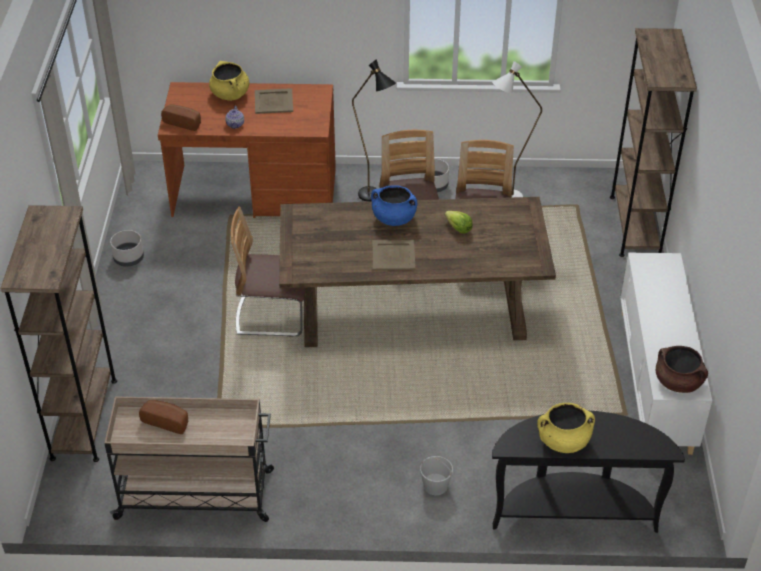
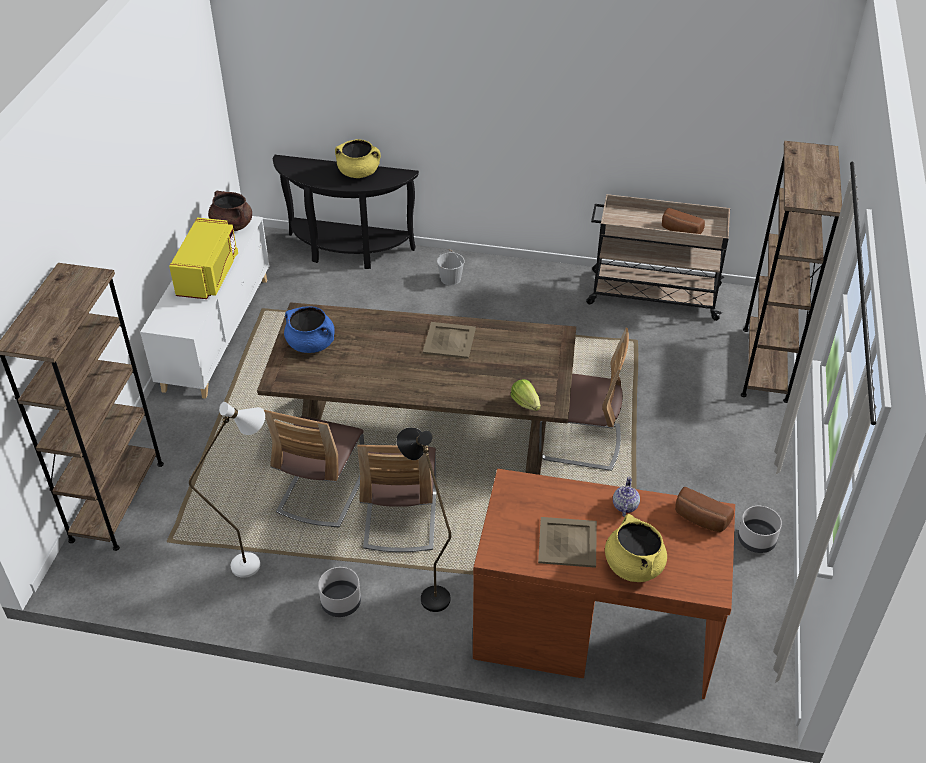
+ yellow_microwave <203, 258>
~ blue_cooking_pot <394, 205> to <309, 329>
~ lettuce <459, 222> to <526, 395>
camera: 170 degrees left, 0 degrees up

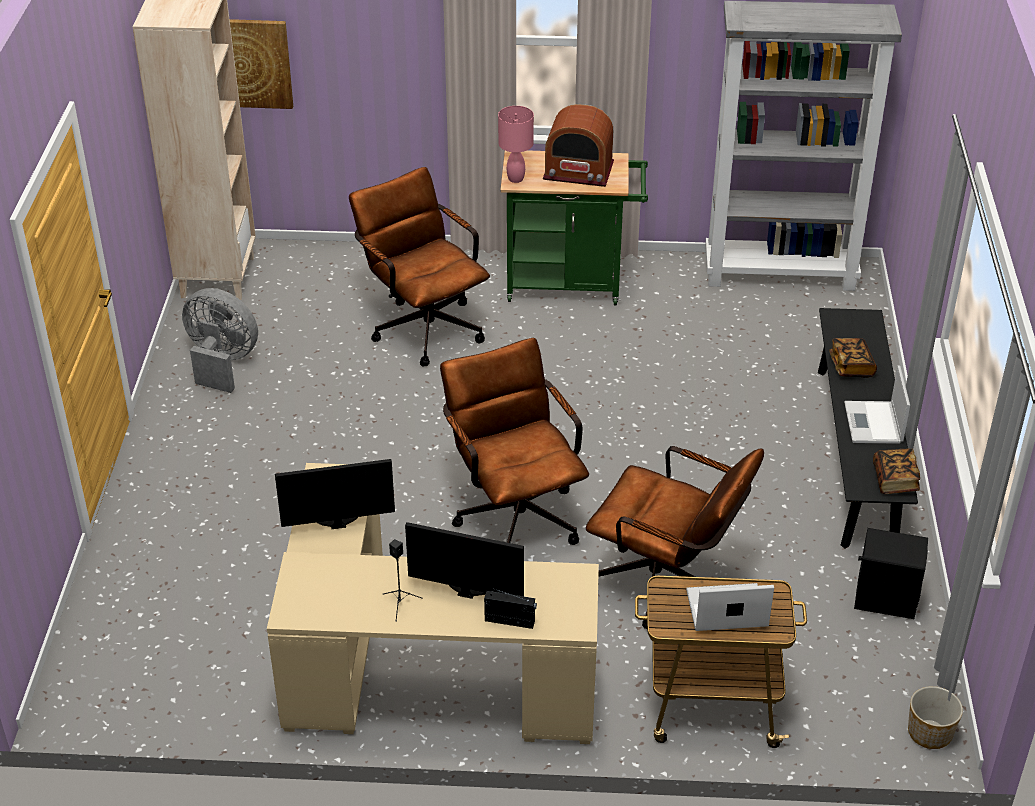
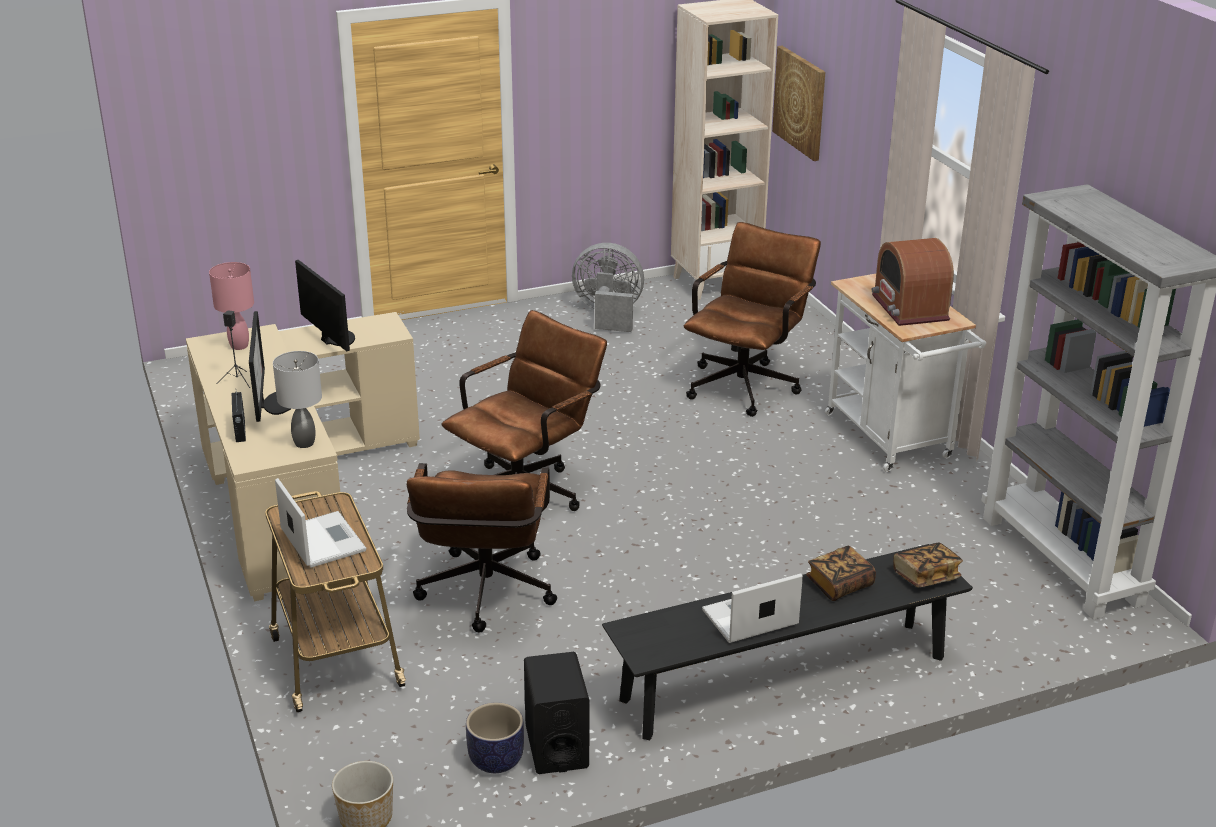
~ pink_table_lamp <516, 144> to <231, 306>
+ grey_table_lamp <297, 399>
+ planter <495, 738>
~ grey_fan <220, 340> = <608, 287> 75 degrees counterclockwise
~ green_cart <574, 227> to white_cart <905, 373>
~ book <896, 471> to <928, 564>
camera: 65 degrees right, 10 degrees down

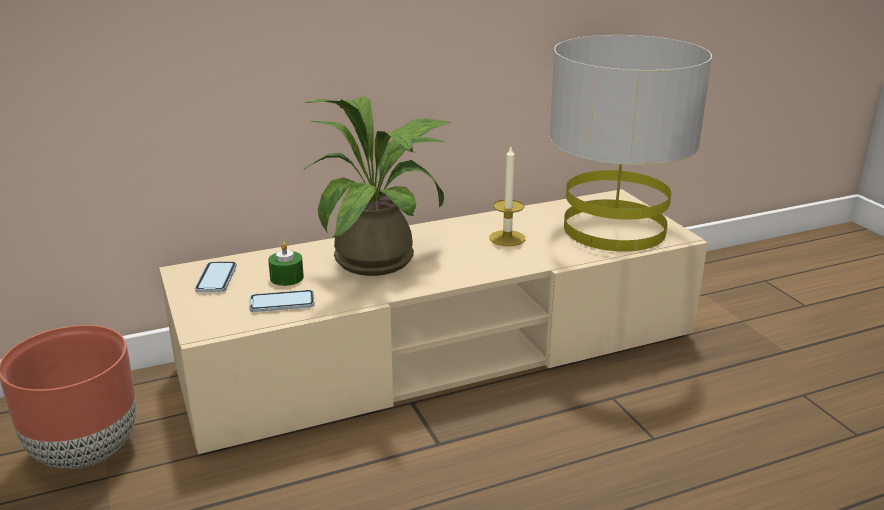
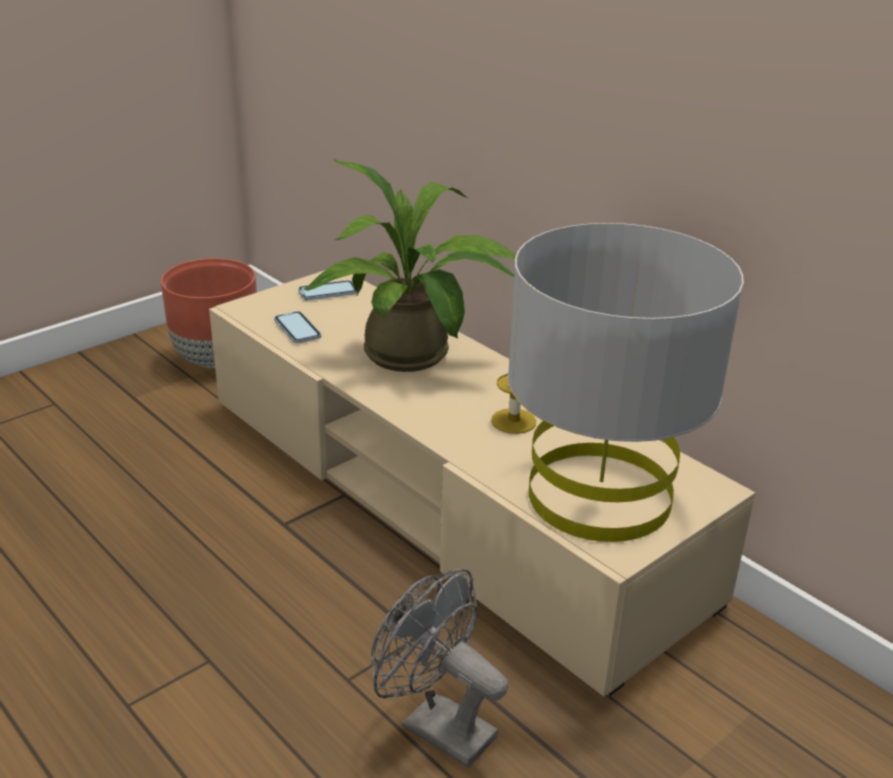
+ grey_fan <440, 668>
- green_candle <286, 264>
camera: 70 degrees right, 5 degrees up

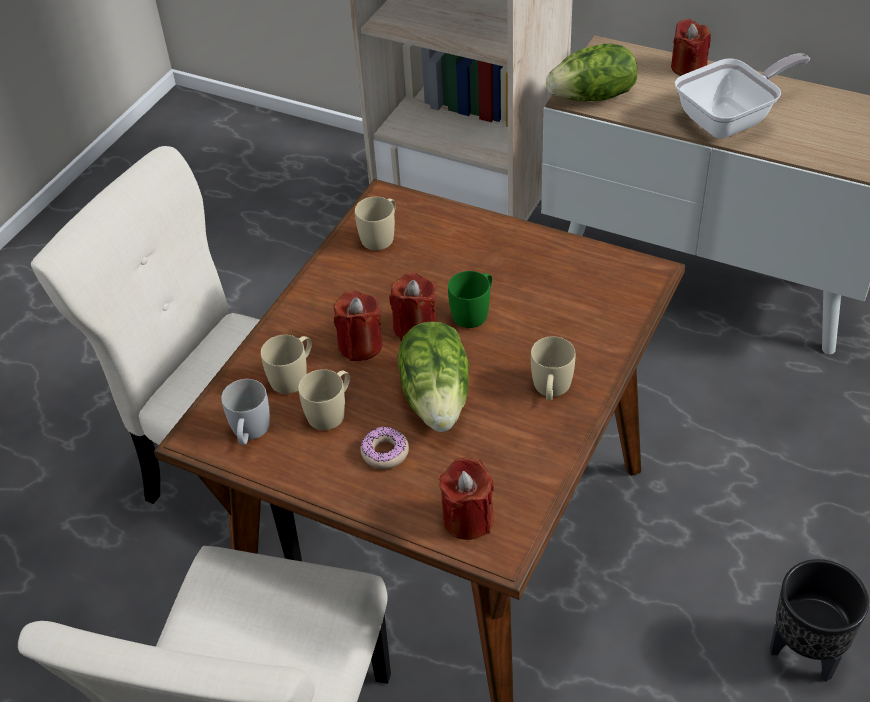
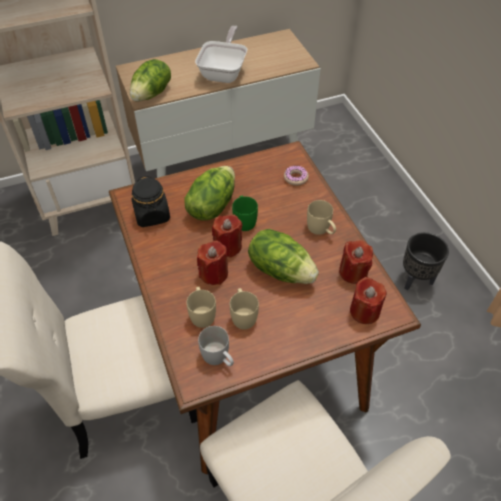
~ beige_mug <375, 223> to black_jar <150, 201>
+ lettuce <209, 193>
~ donut <384, 448> to <296, 176>
~ red_candle <691, 47> to <356, 262>
camera: 50 degrees left, 5 degrees up

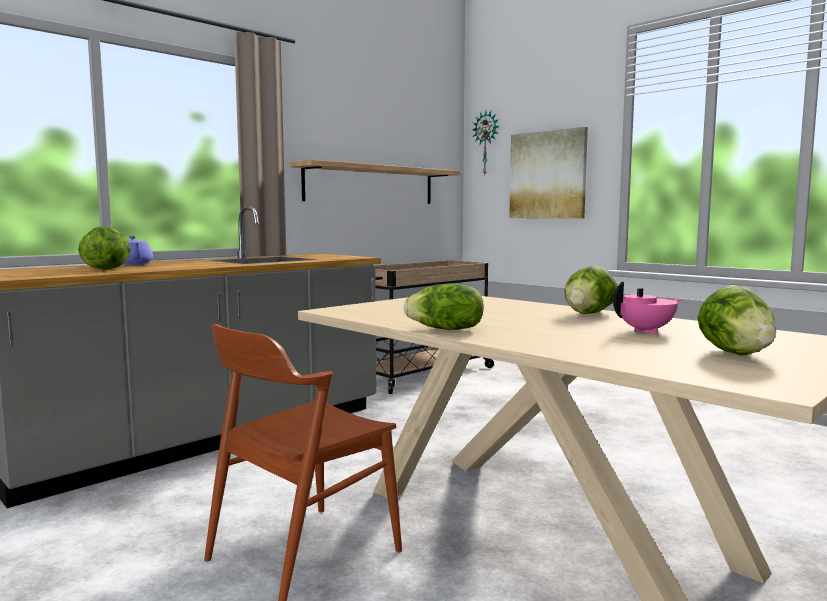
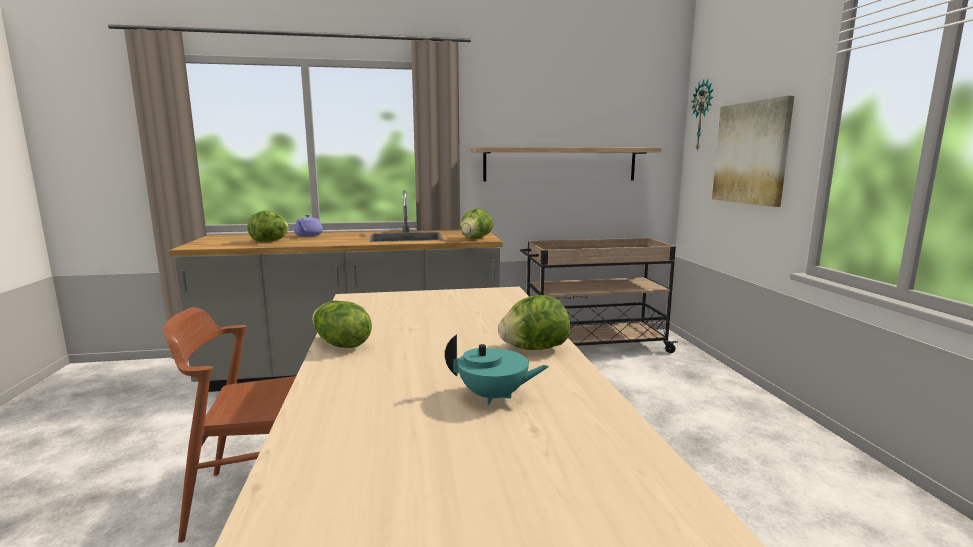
~ pink_teapot <647, 308> to turquoise_teapot <497, 369>
~ lettuce <737, 320> to <476, 223>
camera: 35 degrees right, 5 degrees up

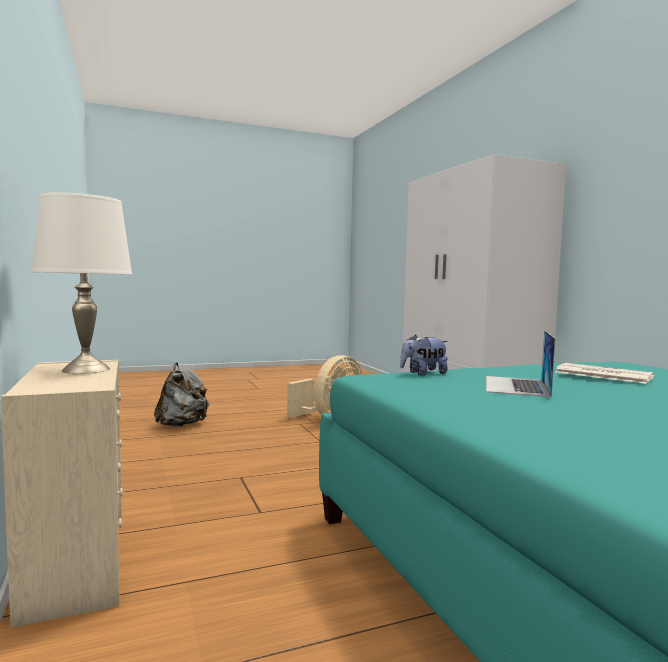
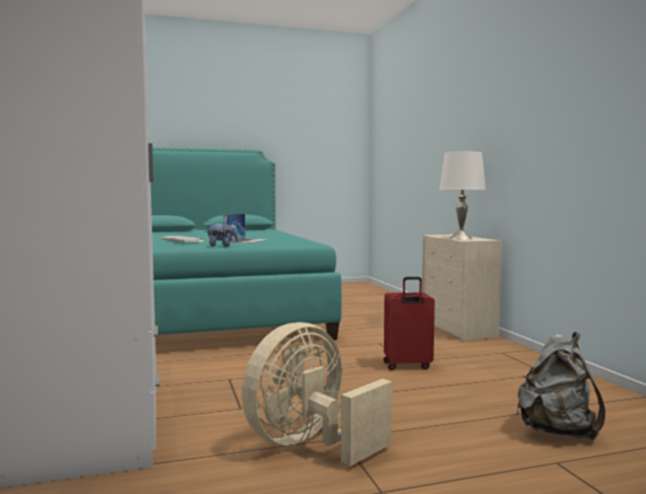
~ plush_toy <424, 355> to <222, 235>
+ red_suitcase <409, 323>
camera: 175 degrees left, 0 degrees up

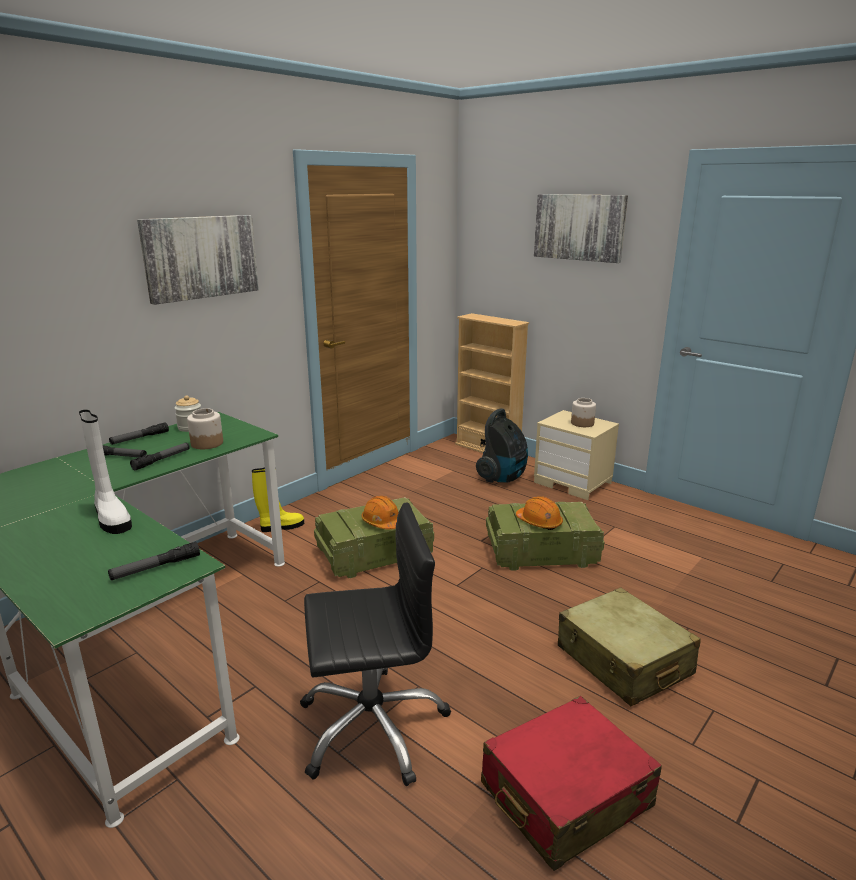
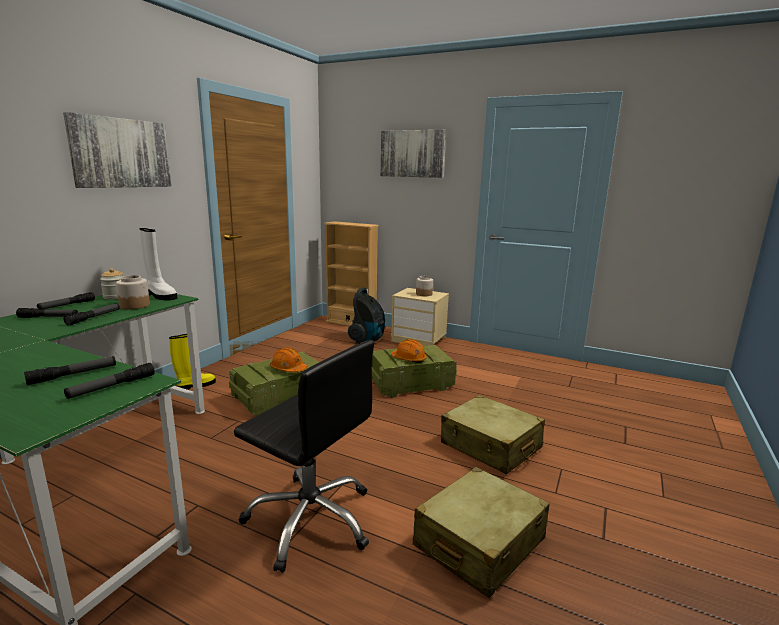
+ flashlight <70, 370>
~ white_boot <105, 472> to <158, 264>
~ black_office_chair <375, 644> = <304, 456> 60 degrees clockwise
~ red_suitcase <571, 783> to beige_suitcase <481, 532>
camera: 15 degrees left, 5 degrees down

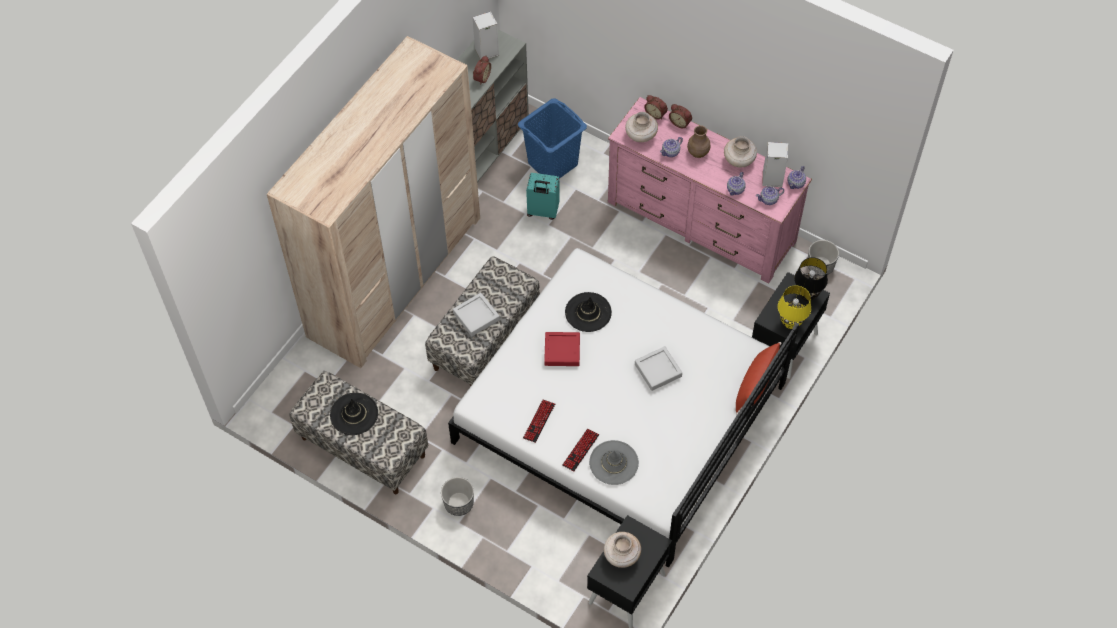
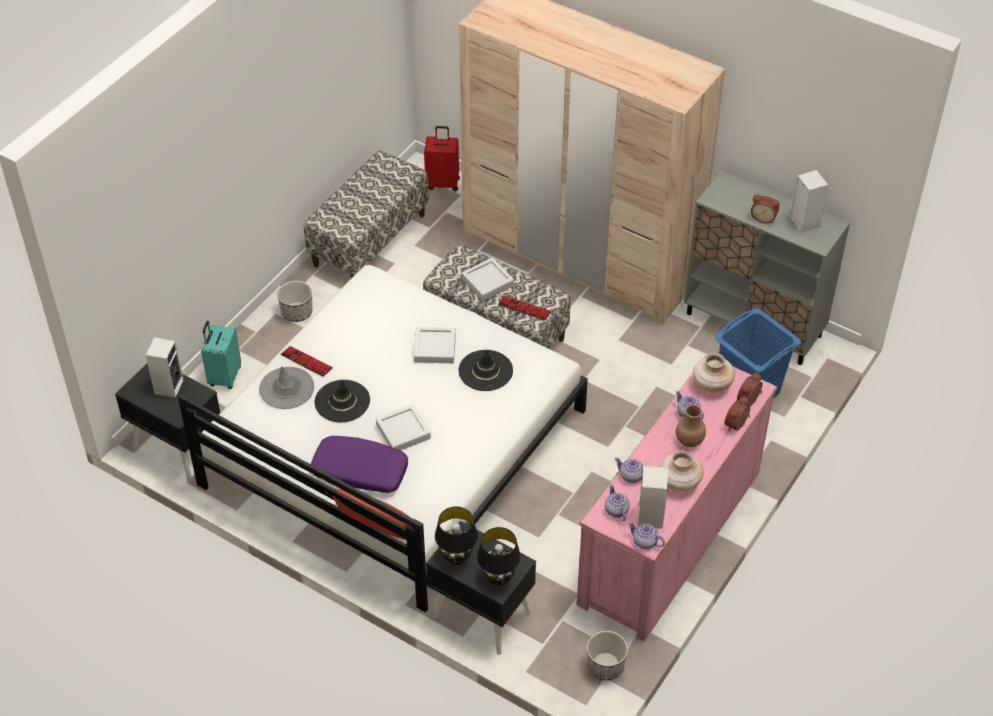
~ beige_vase <622, 550> to speaker <165, 367>
~ turquoise_suitcase <543, 196> to <221, 355>
+ purple_pillow <359, 464>
~ black_hat <354, 414> to <342, 401>
~ red_tray <562, 349> to grey_tray <435, 345>
+ red_suitcase <442, 159>
~ yellow_table_lamp <794, 307> to black_table_lamp <456, 536>
~ keyboard <539, 421> to <524, 308>
camera: 90 degrees right, 10 degrees down

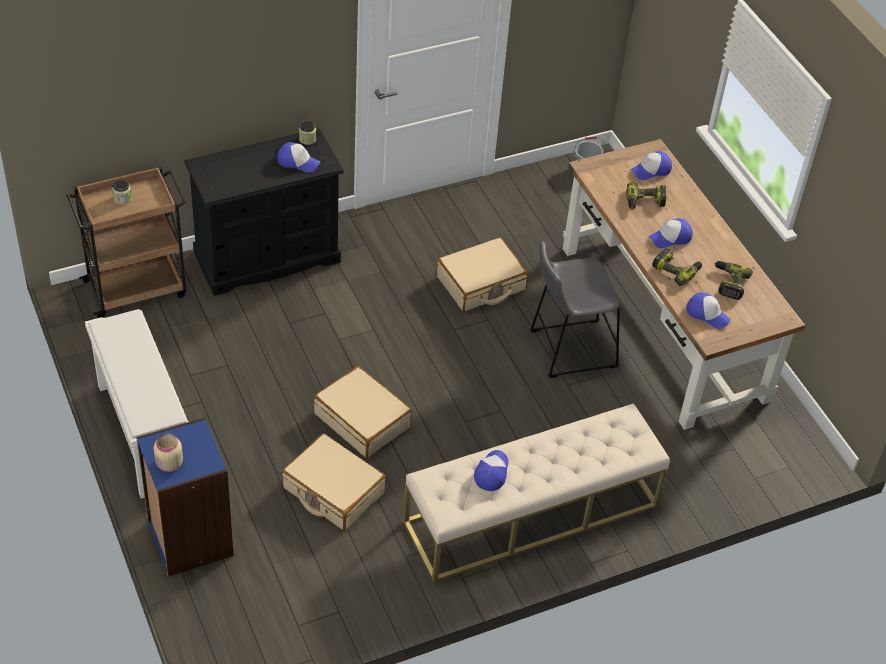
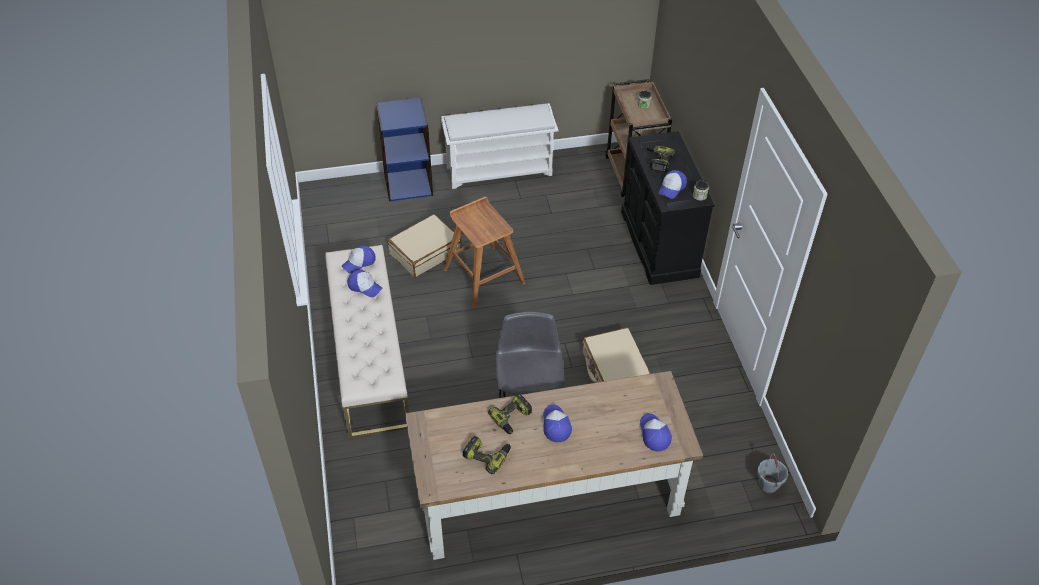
~ cap <708, 310> to <358, 259>
~ beige_suitcase <362, 412> to brown_stool <484, 252>
~ power_drill <646, 195> to <660, 158>
- beige_jar <168, 452>
camera: 105 degrees right, 0 degrees up

